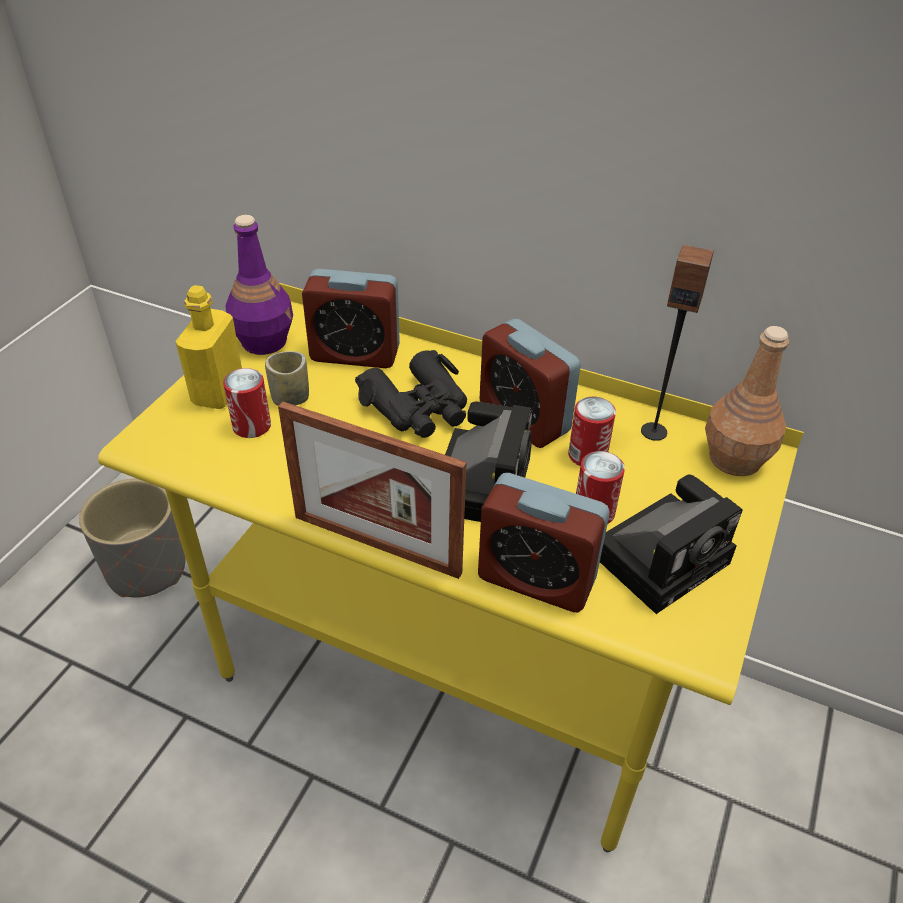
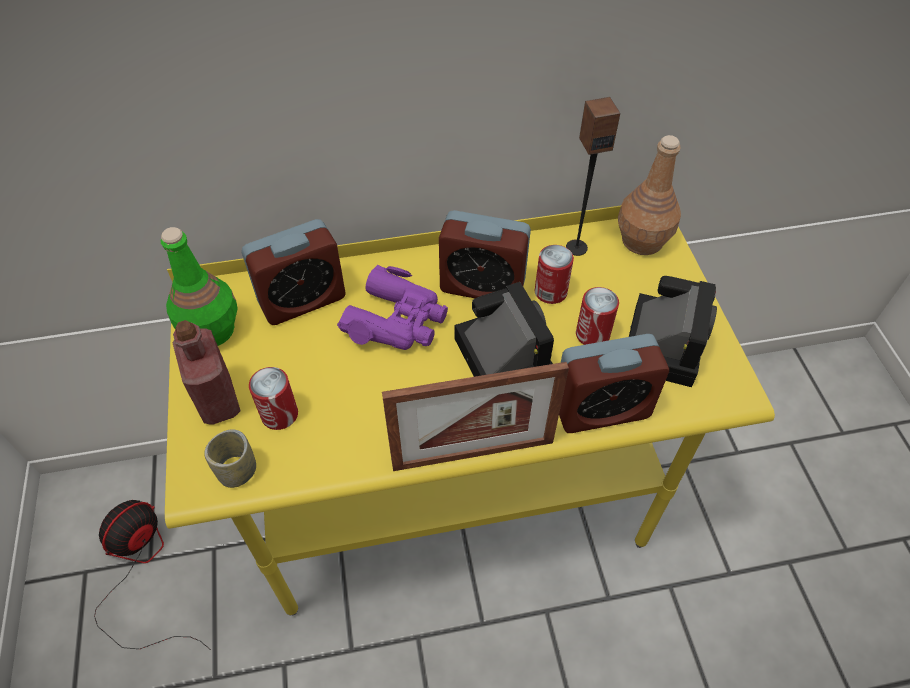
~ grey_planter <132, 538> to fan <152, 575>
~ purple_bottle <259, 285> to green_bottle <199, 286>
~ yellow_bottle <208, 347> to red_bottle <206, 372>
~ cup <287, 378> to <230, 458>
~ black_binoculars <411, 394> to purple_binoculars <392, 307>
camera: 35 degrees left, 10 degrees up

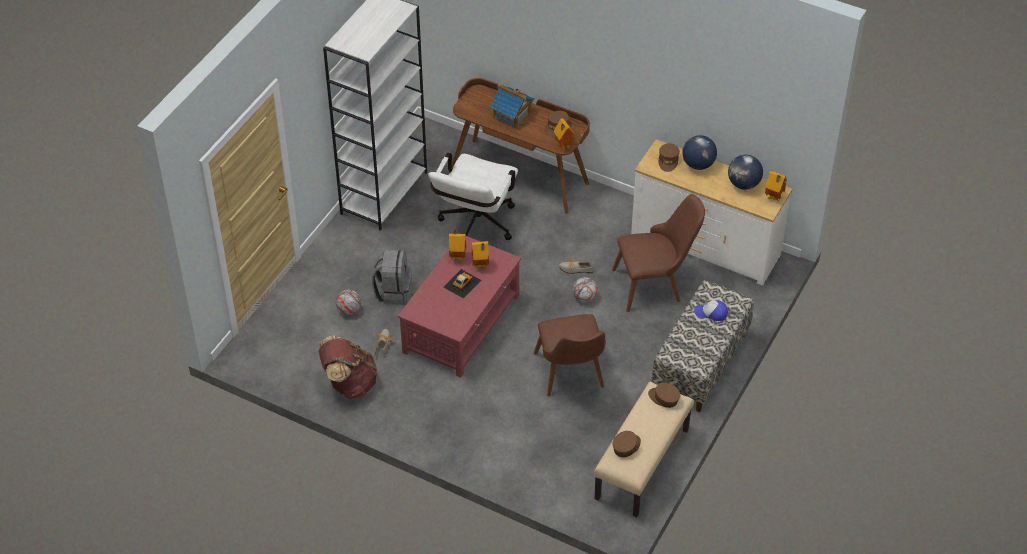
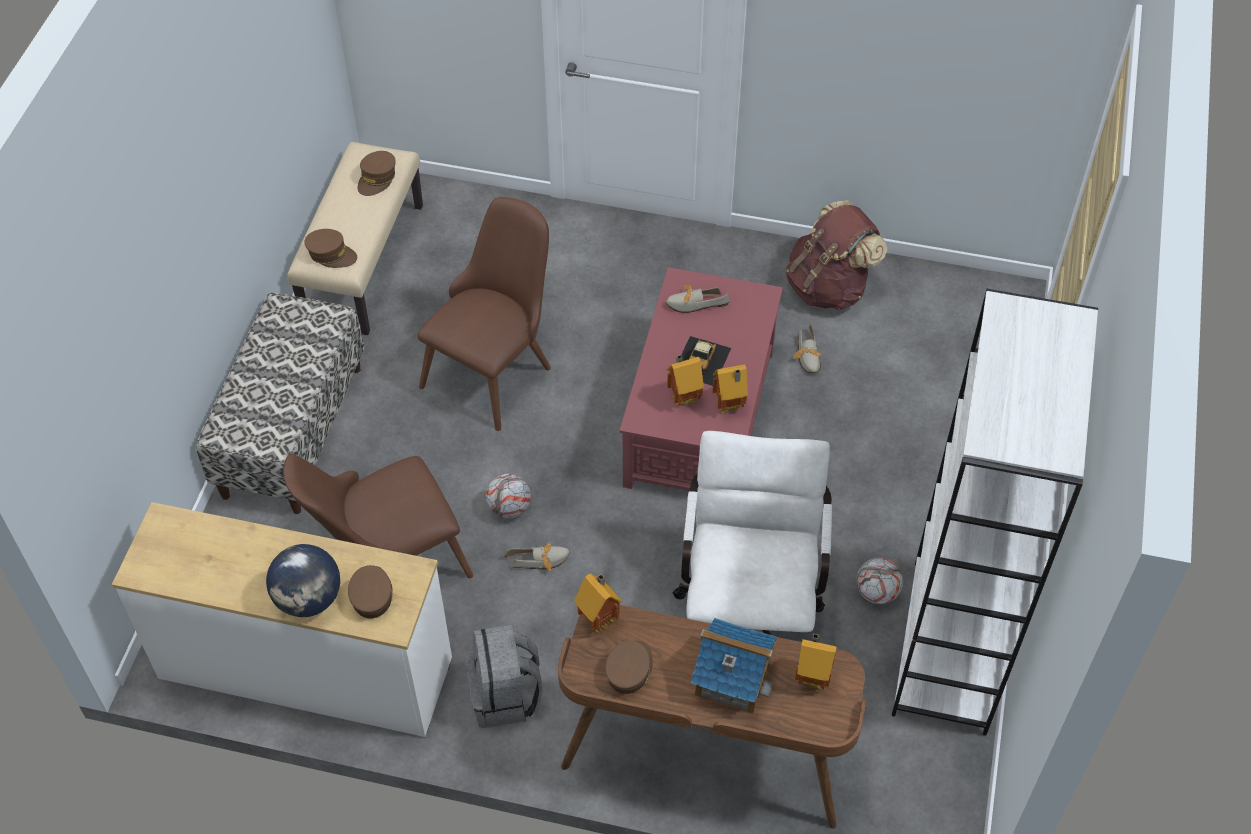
~ brown_chair <570, 355> = <484, 314> 60 degrees clockwise
~ grey_backpack <392, 277> to <504, 676>
+ shoe <697, 299>
~ toy_house <776, 186> to <815, 661>
~ football <348, 302> to <879, 580>
- cap <711, 310>
- globe <745, 172>
camera: 165 degrees right, 5 degrees up

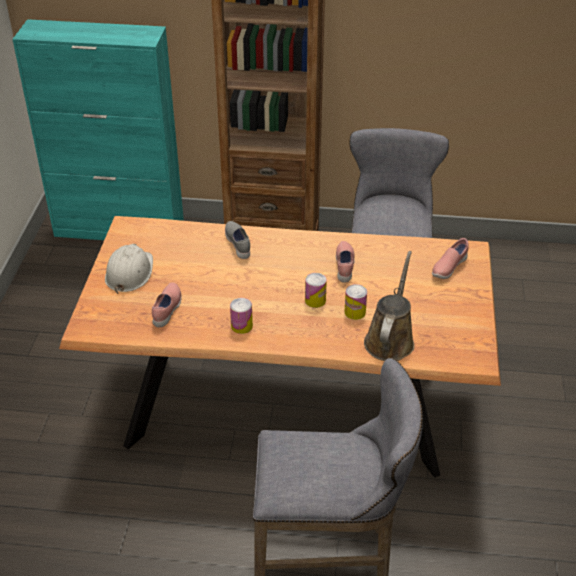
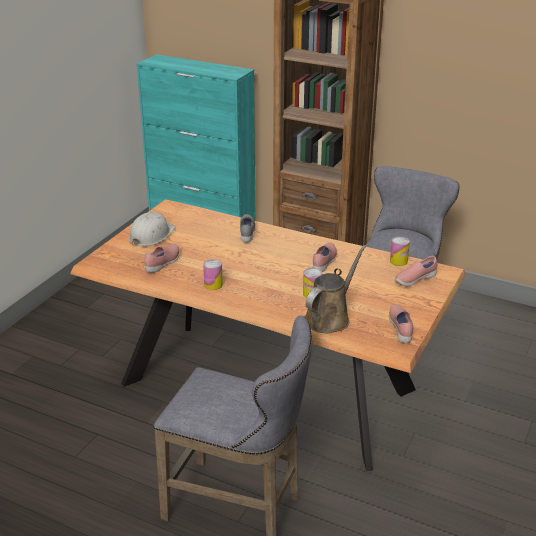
+ pink_shoe <401, 323>
~ can <316, 290> to <400, 251>
camera: 20 degrees right, 10 degrees down

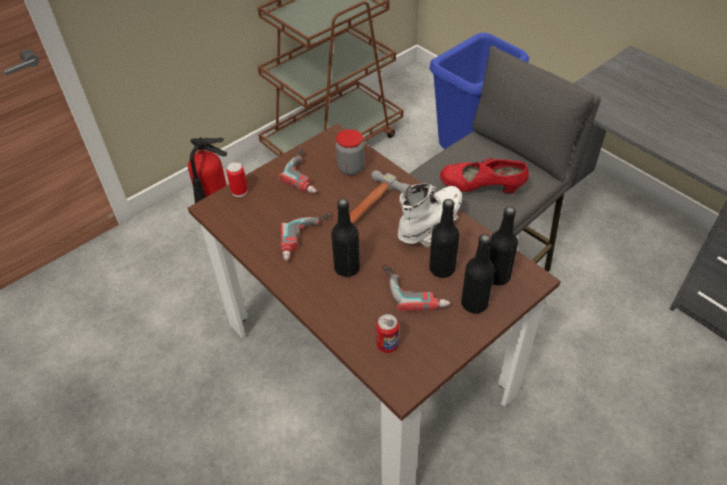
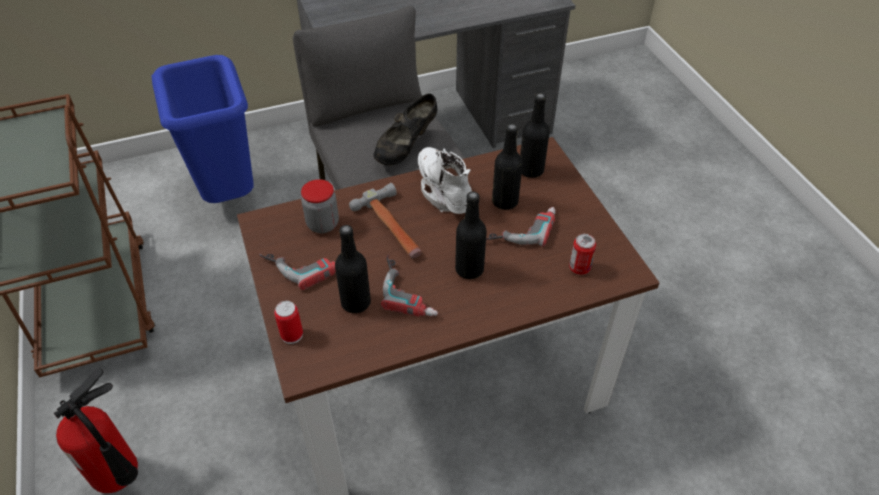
~ black_bottle <478, 273> to <353, 269>
~ red_shoe <484, 176> to black_shoe <405, 130>
camera: 70 degrees left, 0 degrees up

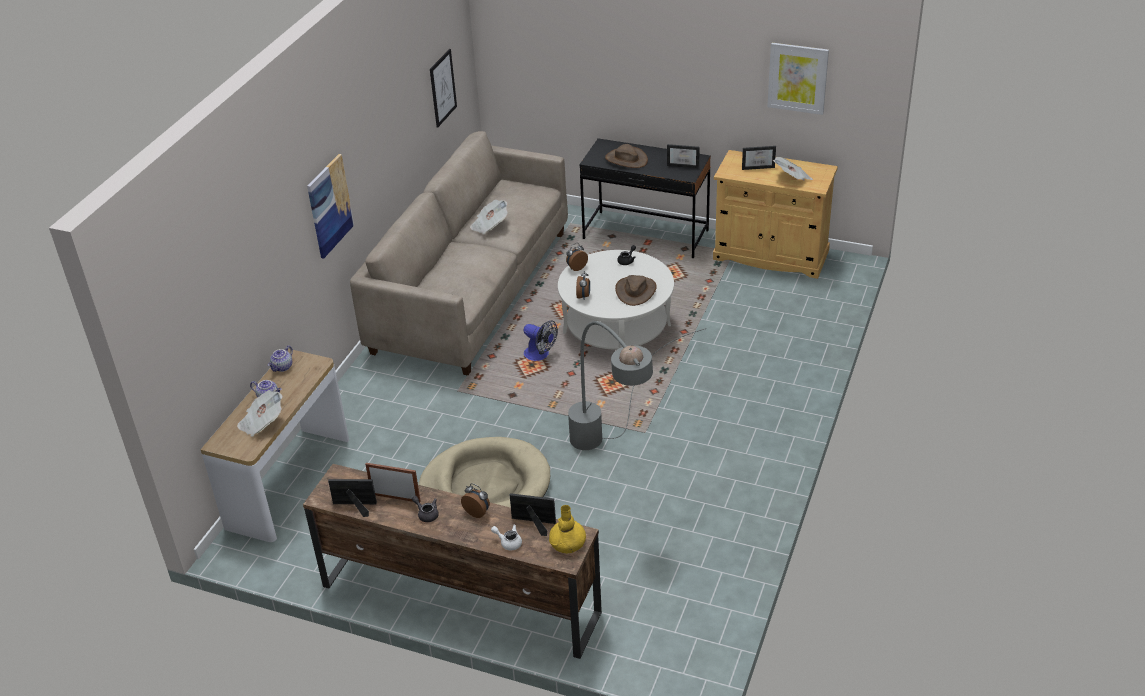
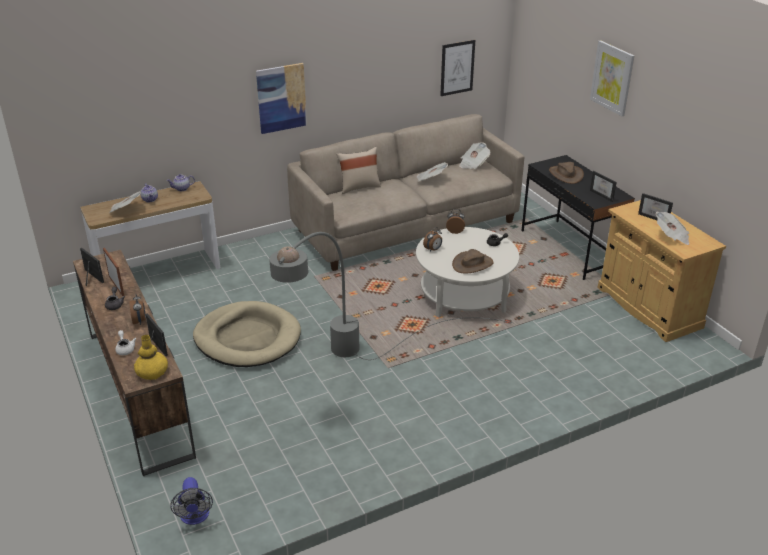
~ fan <540, 340> to <191, 501>
+ beige_pillow <358, 170>
+ newspaper <474, 155>
~ picture <798, 79> to <612, 78>
camera: 40 degrees right, 5 degrees down

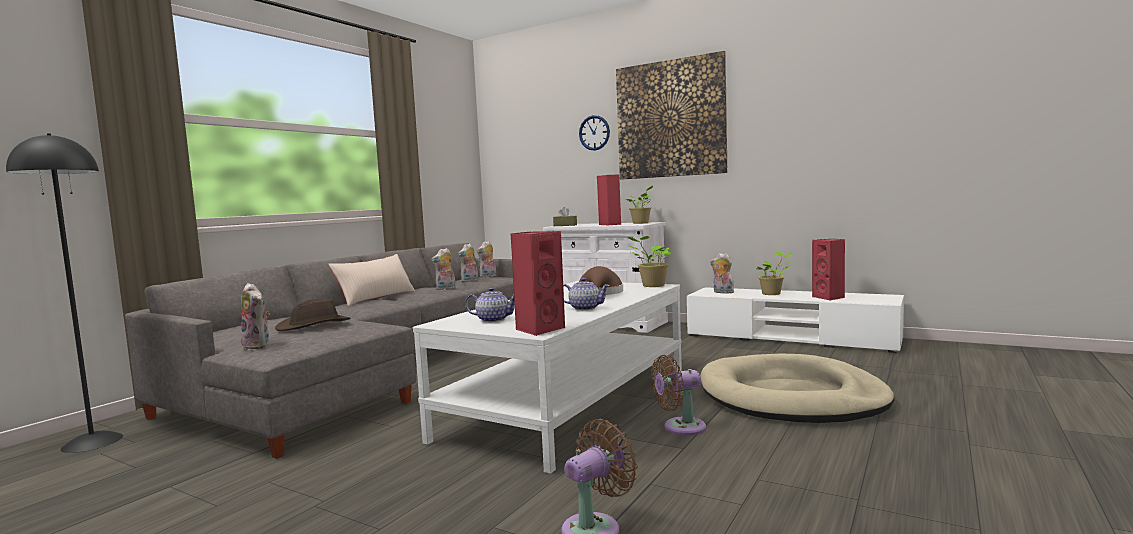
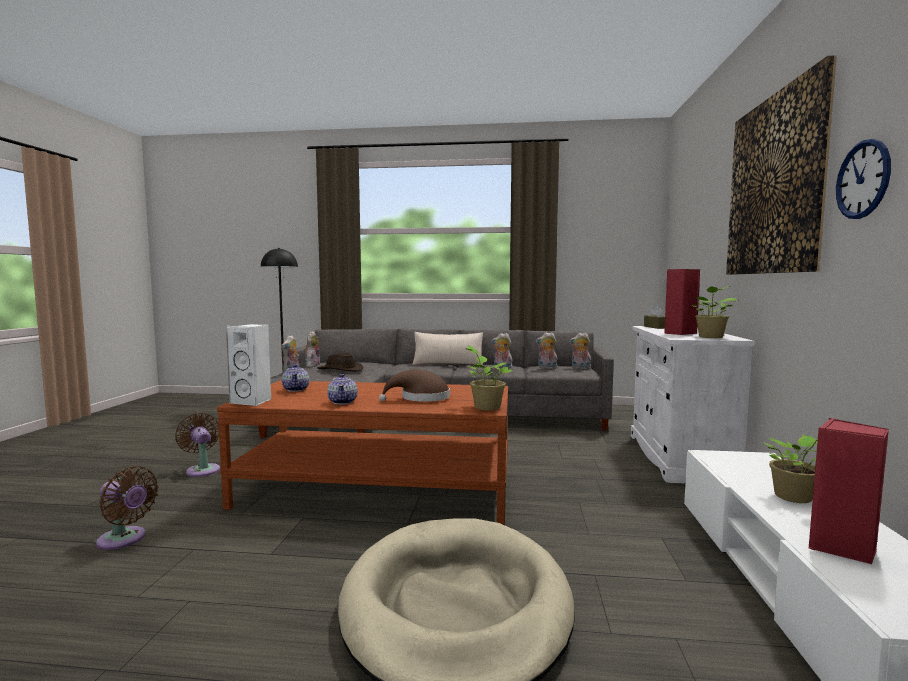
~ brown_fan <678, 395> to <197, 445>
~ white_coffee_table <547, 377> to brown_coffee_table <362, 452>
~ red_speaker <538, 283> to white_speaker <248, 365>
~ plush_toy <722, 273> to <312, 349>
~ wall_clock <594, 132> to <863, 179>
camera: 65 degrees right, 0 degrees up

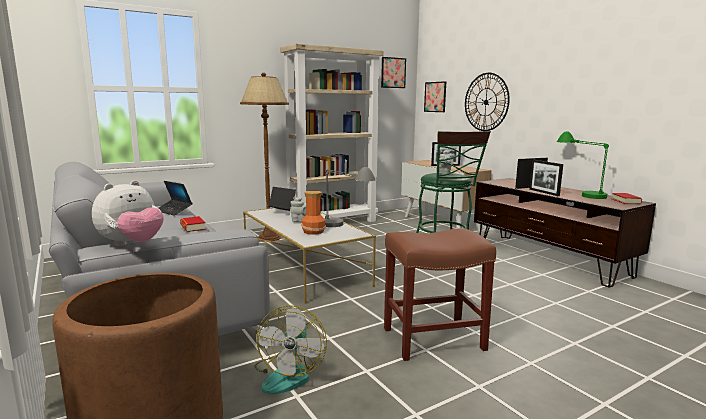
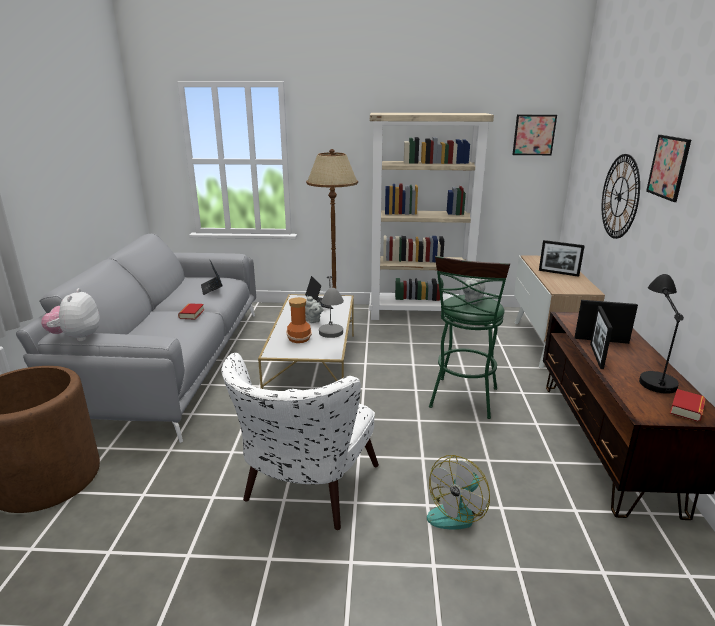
~ plush_toy <128, 213> = <70, 314> 105 degrees clockwise
~ brown_stool <440, 294> to white_armchair <300, 441>
~ fan <291, 349> to <458, 492>
~ green_table_lamp <583, 165> to black_table_lamp <661, 334>
~ picture <435, 96> to <668, 168>
camera: 35 degrees right, 10 degrees up

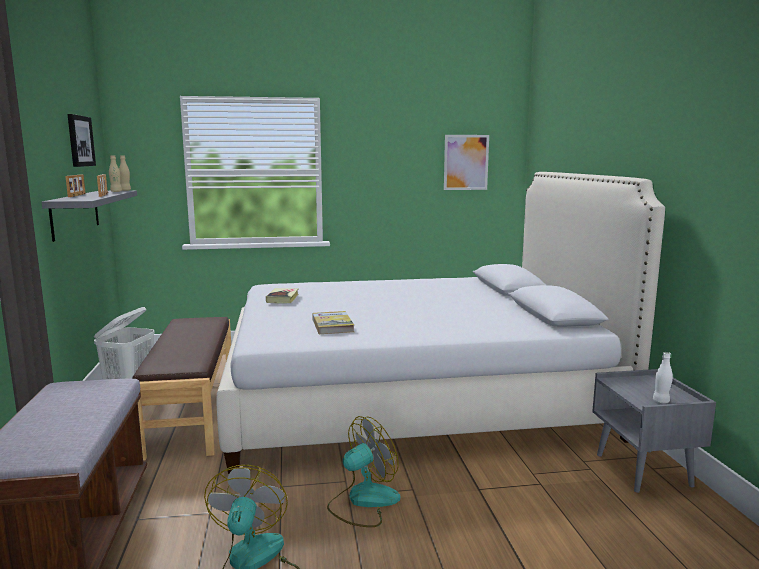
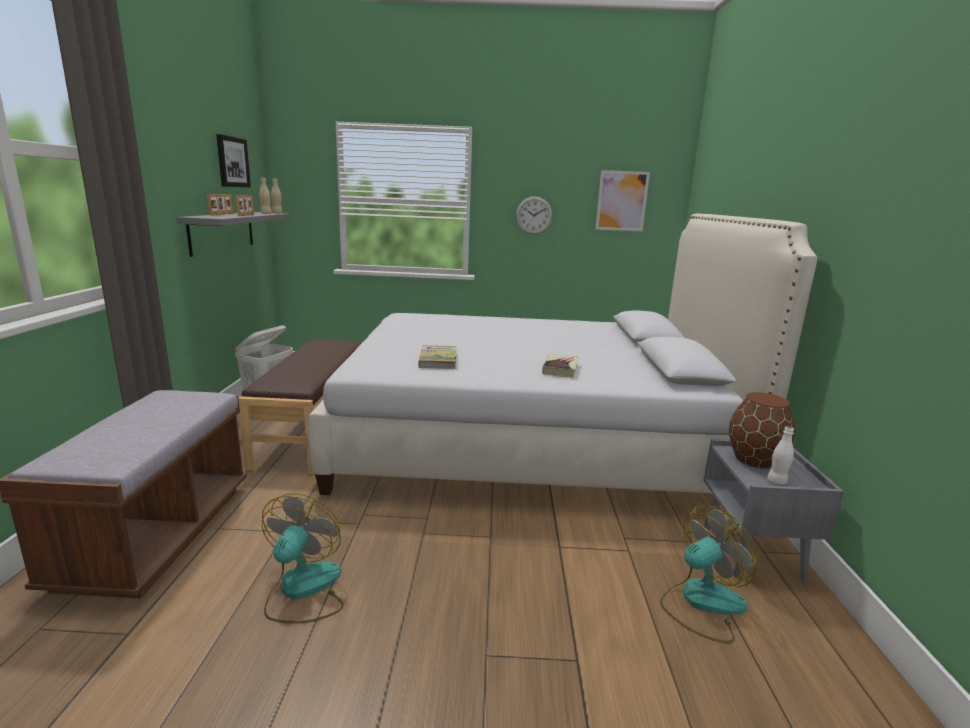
+ wall_clock <534, 215>
~ book <282, 296> to <560, 365>
~ fan <364, 471> to <708, 574>
+ brown_vase <762, 430>
camera: 10 degrees right, 5 degrees up

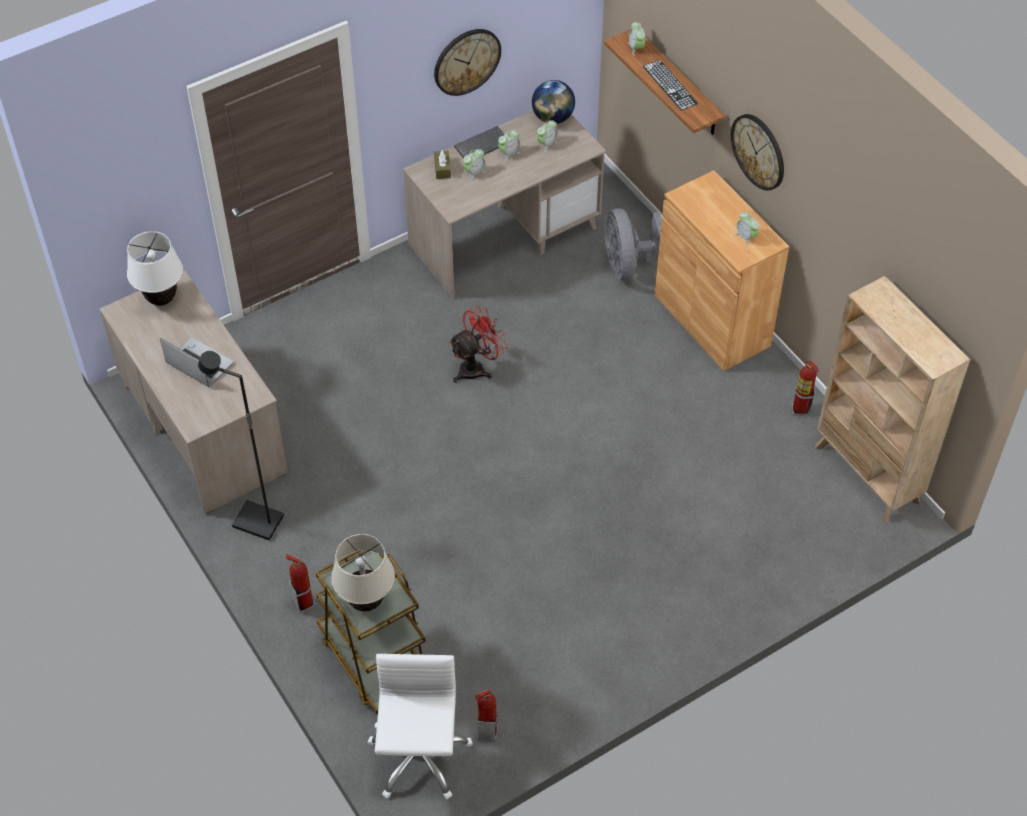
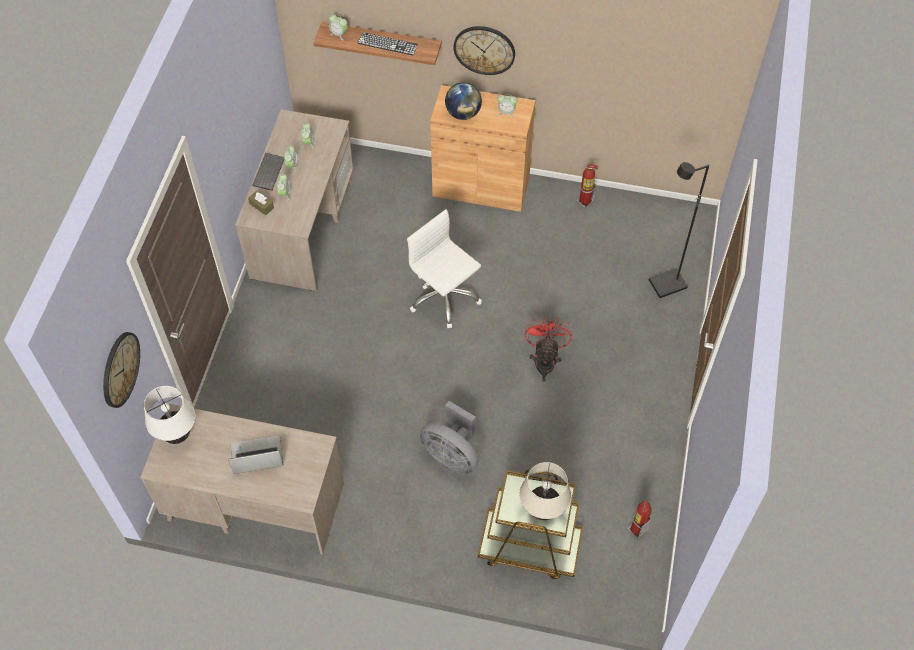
~ wall_clock <467, 62> to <121, 370>
~ white_office_chair <420, 727> to <444, 268>
~ grey_fan <633, 244> to <449, 437>
~ globe <553, 102> to <463, 101>
~ red_fan <478, 344> to <548, 348>
~ black_floor_lamp <241, 445> to <679, 230>
- fire_extinguisher <300, 584>
- beige_bookcase <892, 399>
camera: 45 degrees left, 5 degrees up

